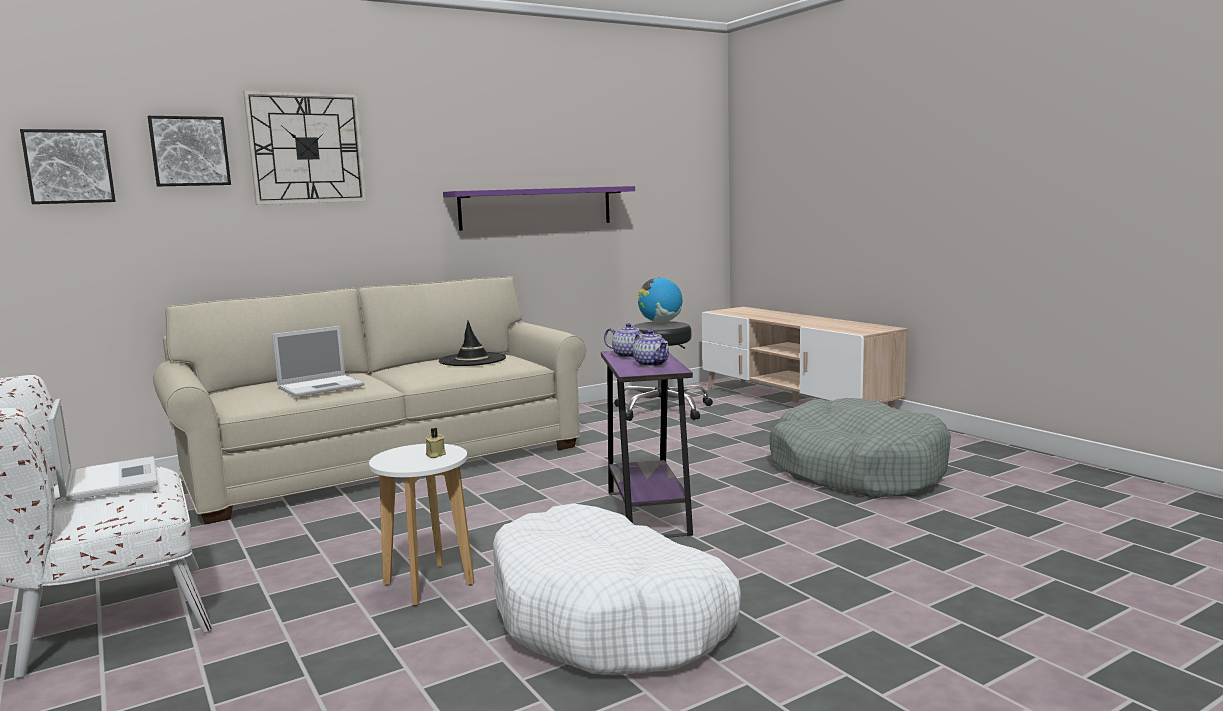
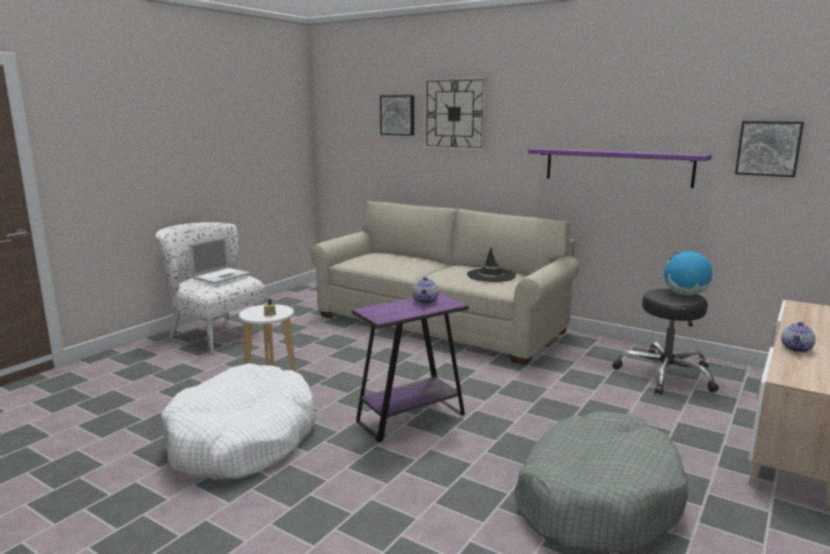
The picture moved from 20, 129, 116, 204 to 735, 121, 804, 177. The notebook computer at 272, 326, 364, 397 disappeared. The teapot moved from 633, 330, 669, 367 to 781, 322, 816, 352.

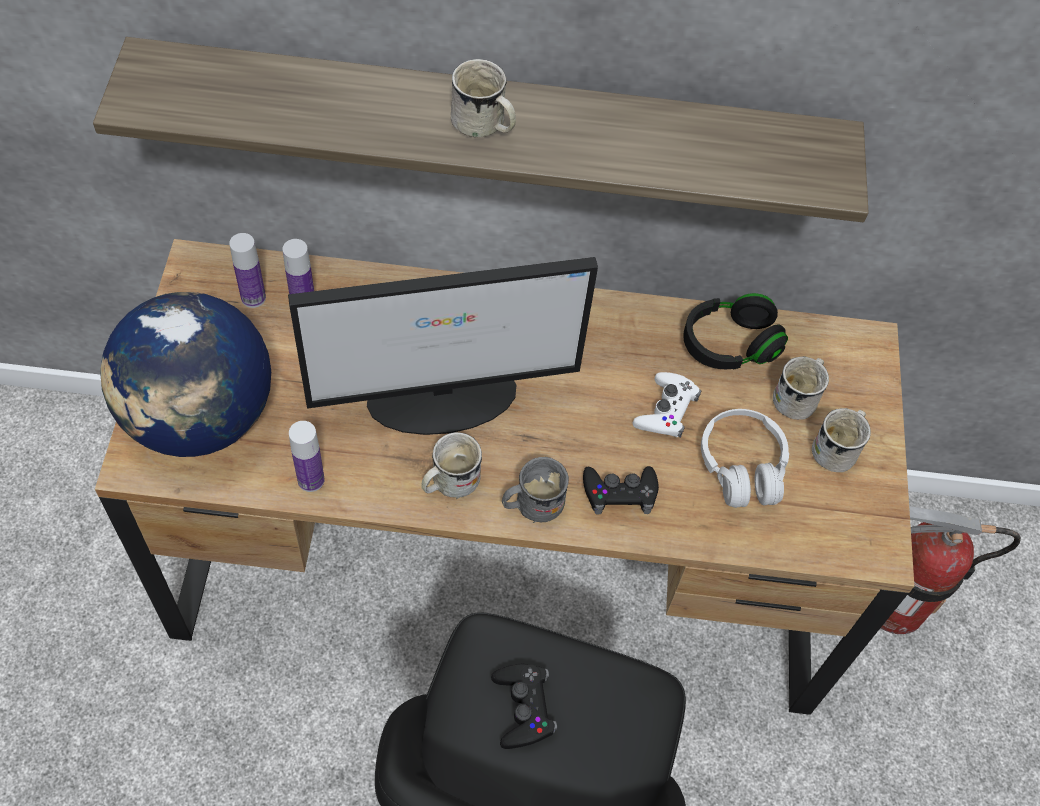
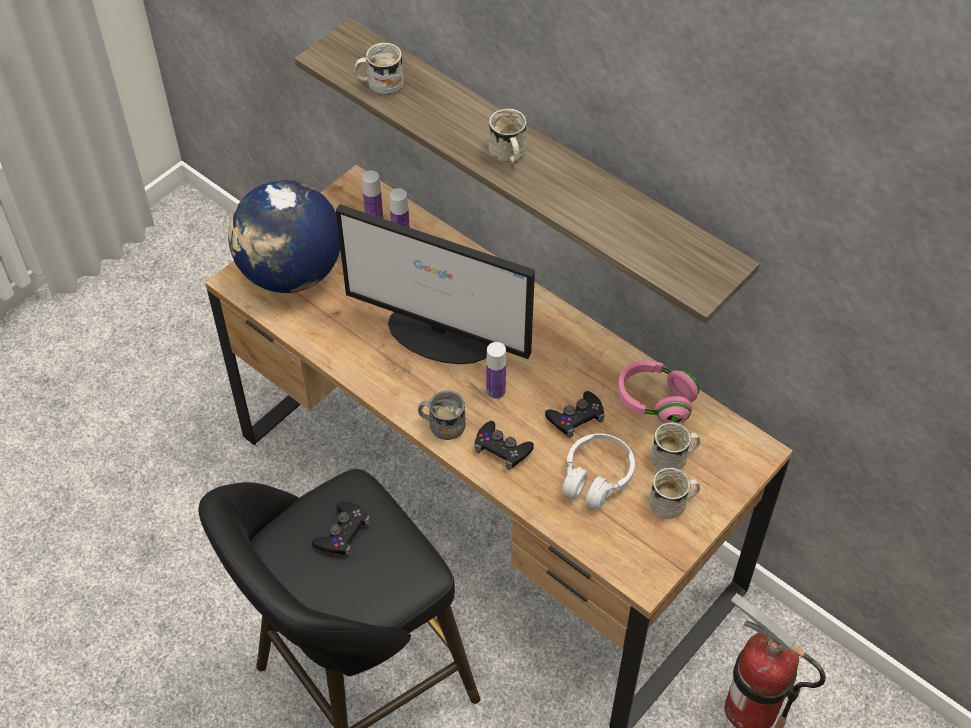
The drink bottle moved from 289, 421, 325, 492 to 486, 342, 506, 399. The white-coloured tea mug moved from 421, 432, 482, 499 to 354, 43, 404, 95. The white-coloured joypad at 632, 372, 701, 438 became the blackish joypad at 545, 391, 605, 438. The blackish headset at 683, 293, 788, 369 became the pink headset at 618, 361, 700, 424.

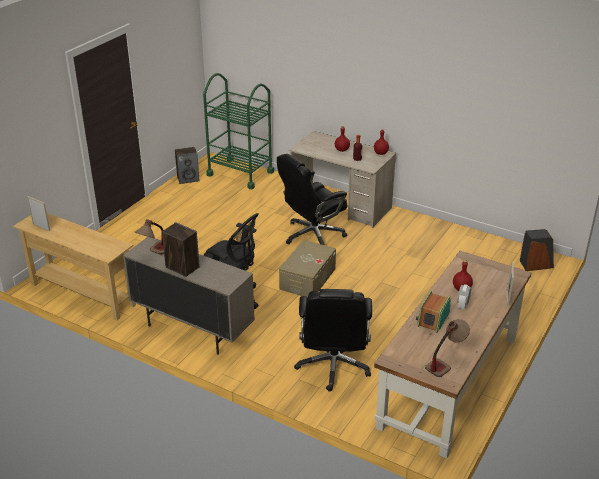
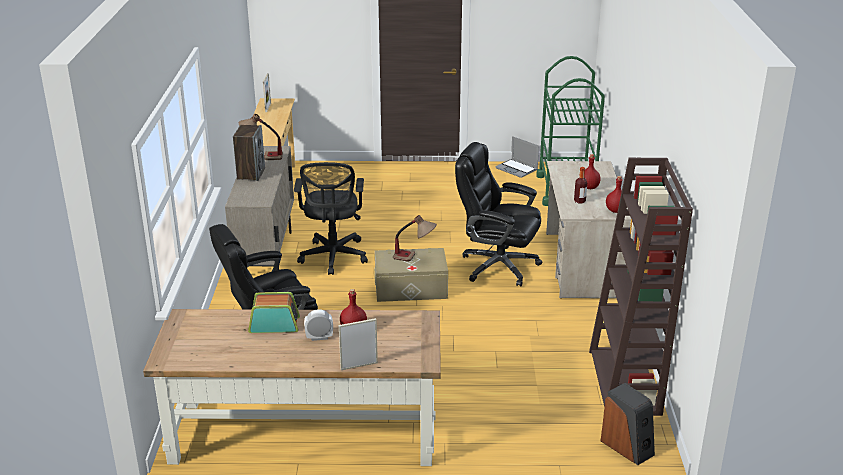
The audio speaker at 175, 147, 199, 184 was replaced by the notebook computer at 496, 136, 539, 178. The tabletop lamp moved from 425, 319, 470, 377 to 393, 215, 437, 262. The brown shelving unit at 589, 158, 693, 416 appeared.

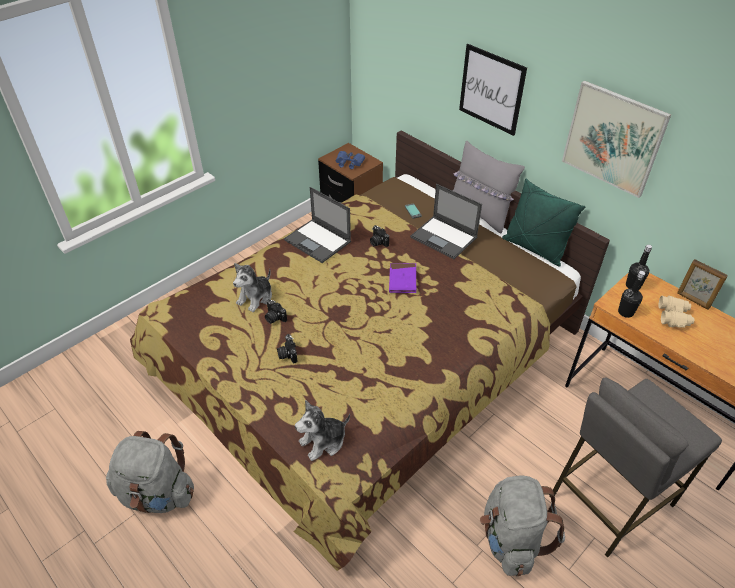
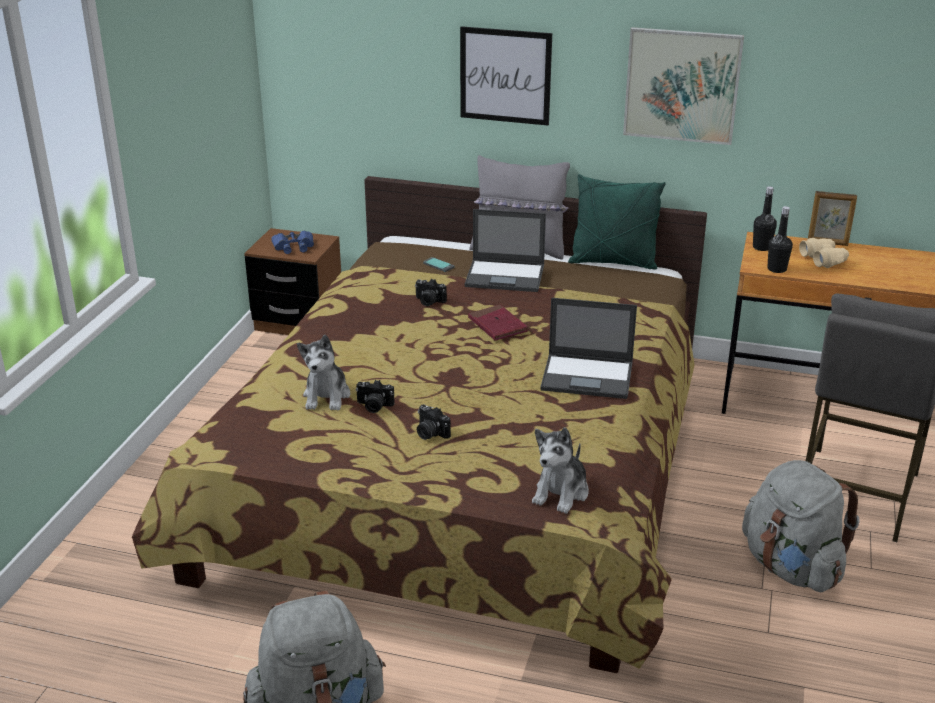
The notebook computer moved from 284, 187, 351, 263 to 540, 298, 637, 399. The purple-coloured bound book at 389, 263, 416, 293 became the red bound book at 468, 304, 528, 341.

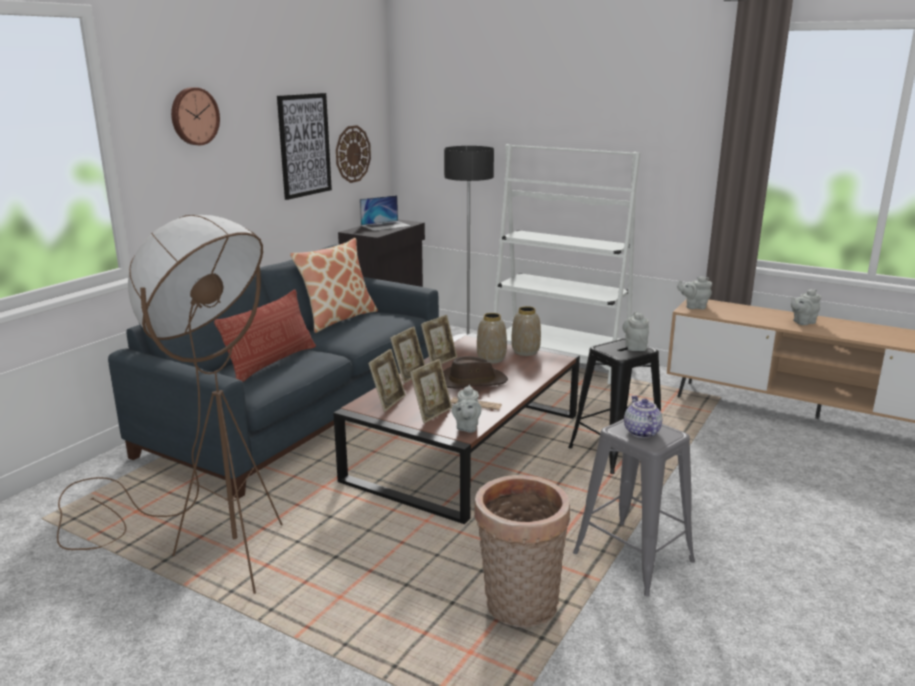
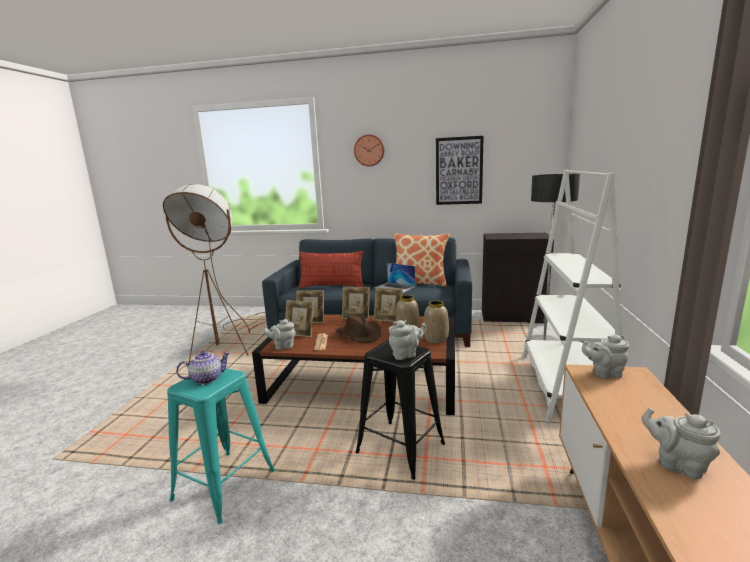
The hanging clock at 336, 125, 371, 183 disappeared. The notebook computer moved from 360, 195, 411, 231 to 375, 263, 415, 293. The basket at 474, 475, 570, 628 disappeared. The grey stool seat at 573, 419, 695, 596 became the blue-green stool seat at 167, 368, 275, 524. The grey teapot at 677, 276, 712, 309 turned 75 degrees counterclockwise.

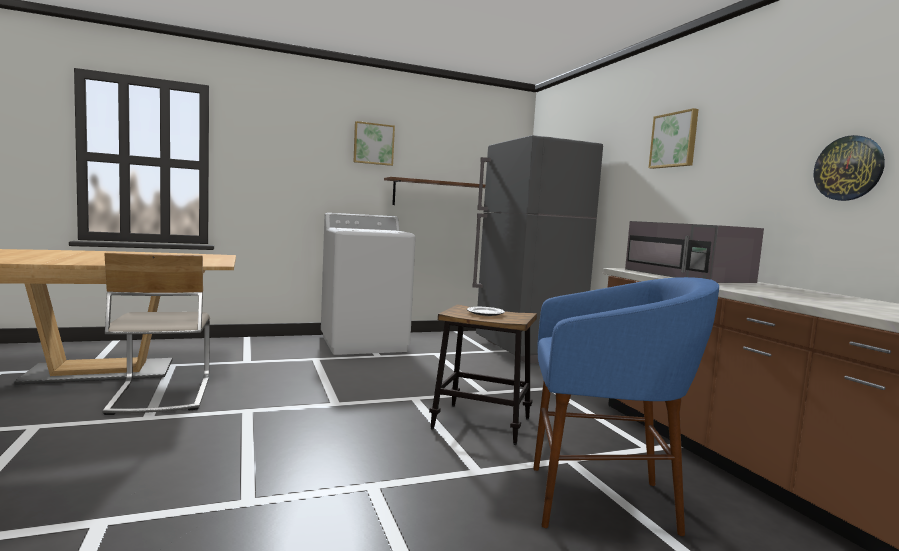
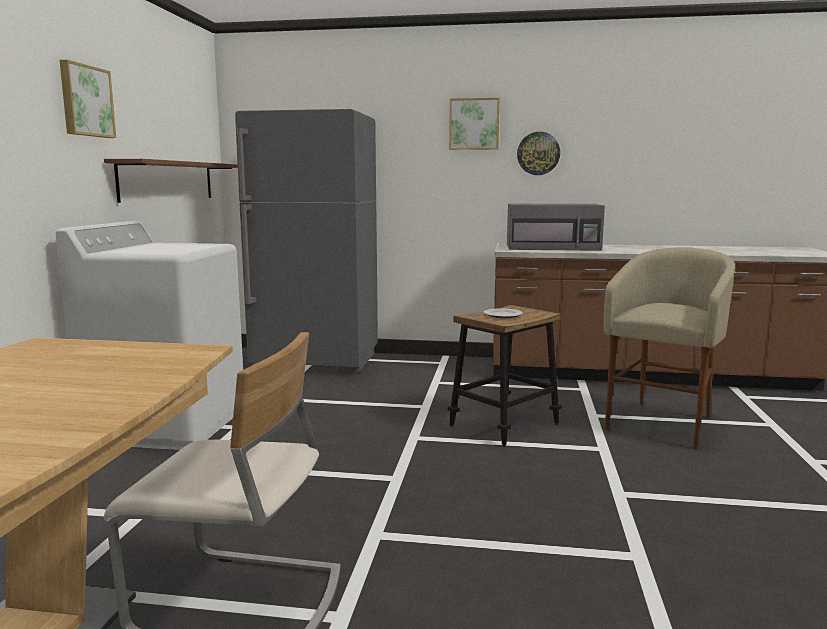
The blue-coloured stool seat at 533, 277, 719, 536 became the beige-coloured stool seat at 603, 247, 735, 449. The hanging clock moved from 814, 135, 885, 201 to 517, 132, 560, 175.

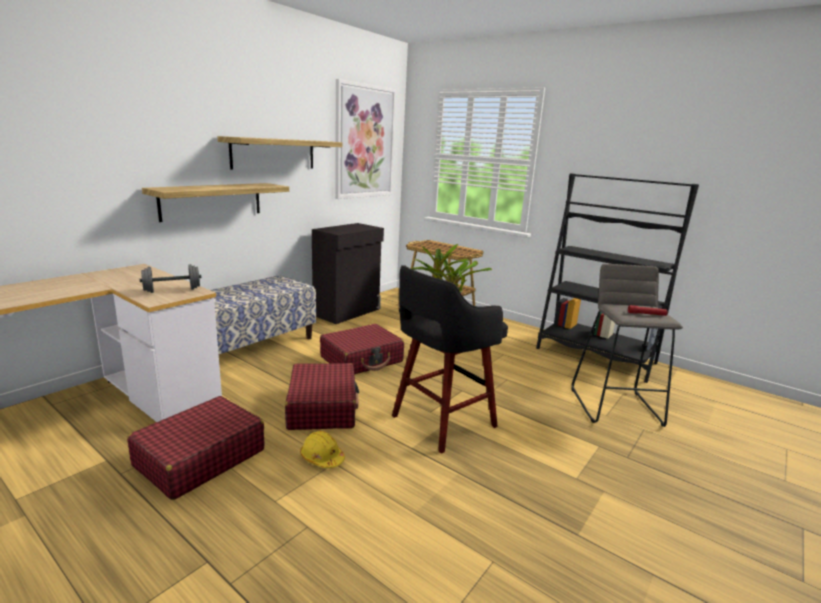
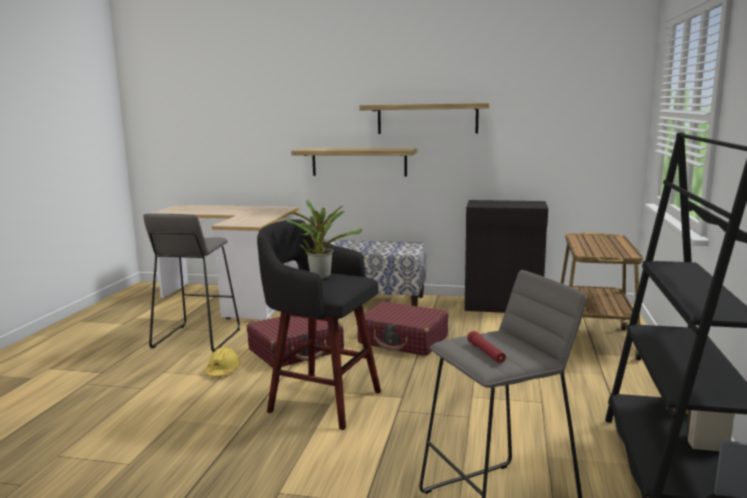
The red piece of luggage at 127, 396, 265, 500 was replaced by the grey stool seat at 143, 214, 240, 352. The grey hand weight at 140, 264, 201, 293 disappeared. The picture at 335, 79, 396, 199 disappeared.

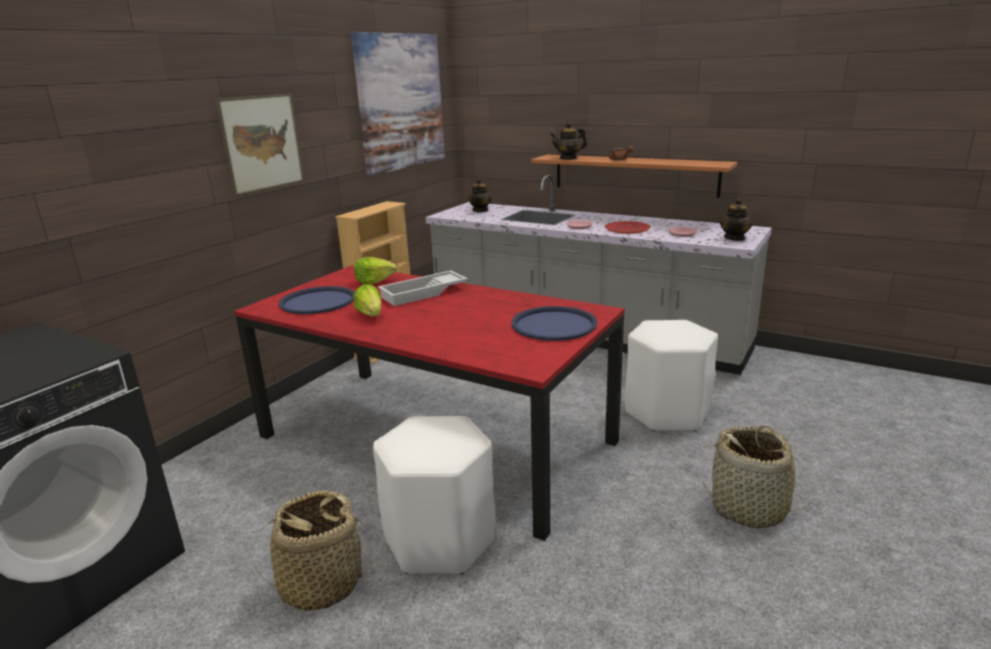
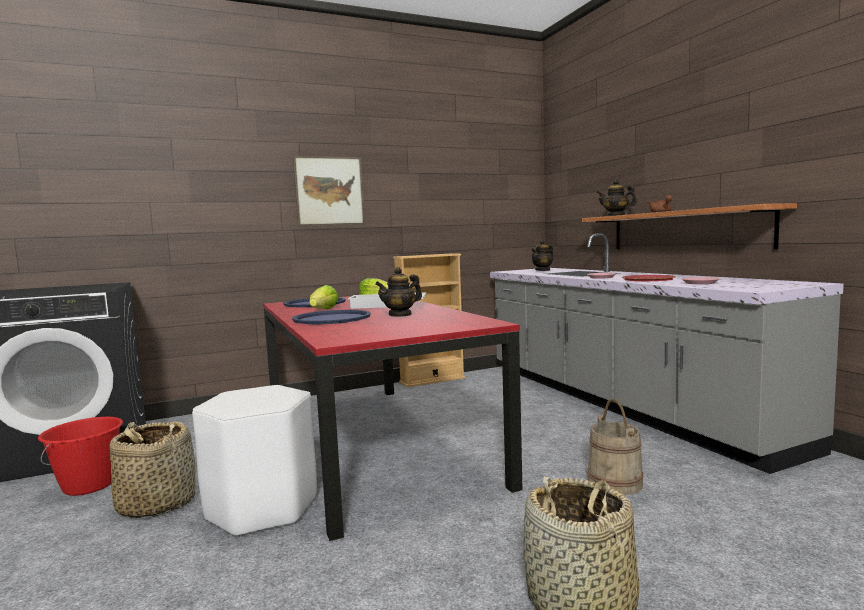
The picture at 351, 32, 445, 176 disappeared. The blue-coloured serving tray moved from 511, 306, 597, 341 to 292, 310, 371, 324. The white-coloured stool seat at 625, 320, 718, 431 was replaced by the beige-coloured water bucket at 587, 399, 644, 495. The teapot moved from 720, 198, 753, 241 to 375, 267, 422, 317. The red water bucket at 38, 417, 123, 496 appeared.

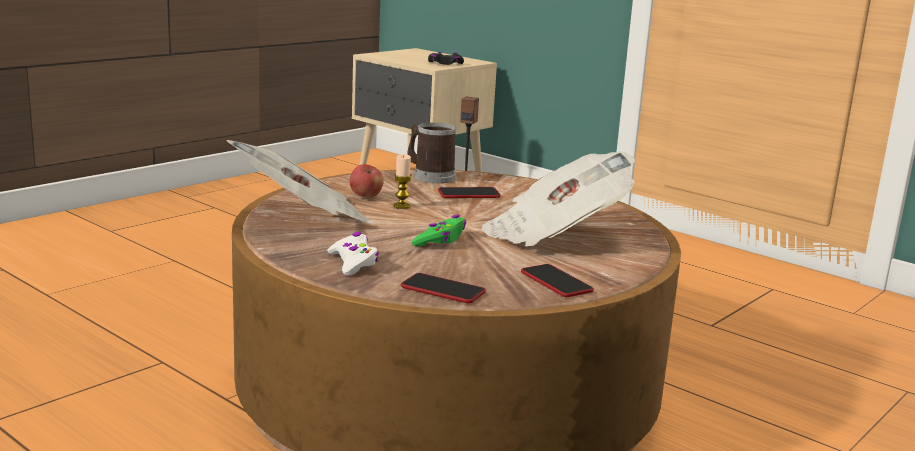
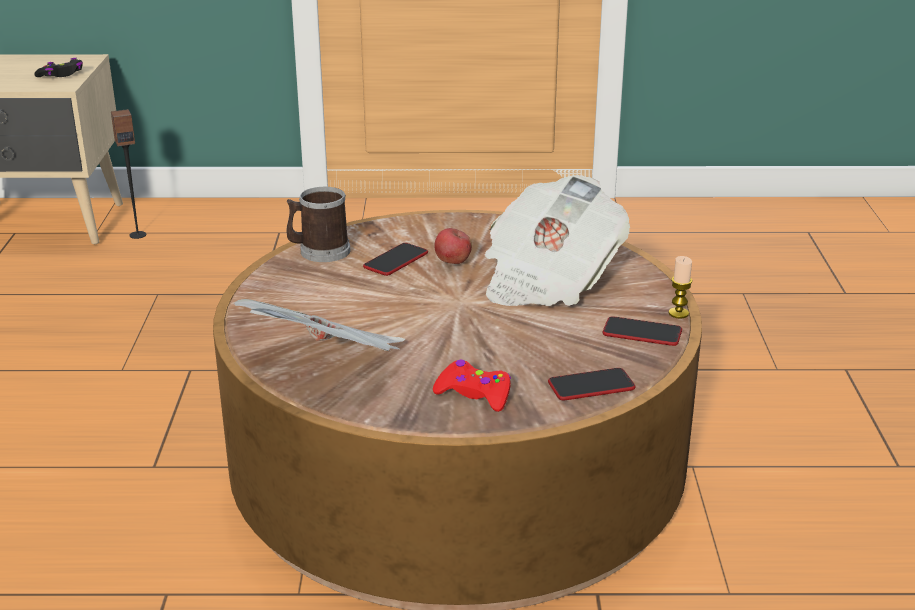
The white-coloured joypad at 327, 232, 379, 275 became the red joypad at 433, 360, 511, 412. The apple fruit moved from 350, 164, 384, 198 to 434, 228, 472, 264. The wax light moved from 393, 154, 412, 209 to 669, 256, 693, 318. The green joypad at 412, 215, 466, 246 disappeared.

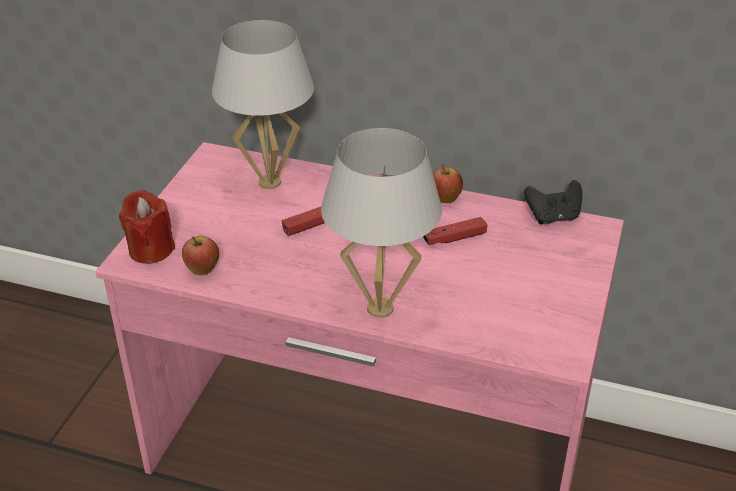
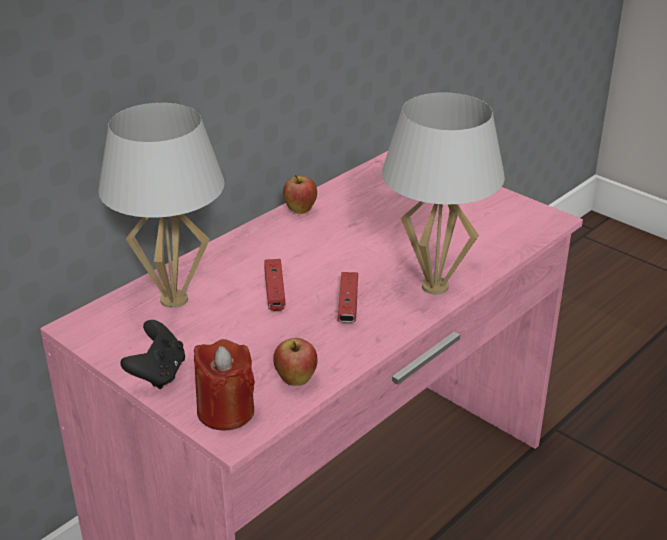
The red joypad moved from 423, 217, 487, 245 to 338, 272, 358, 323. The blackish joypad moved from 524, 180, 582, 225 to 120, 320, 185, 389.

